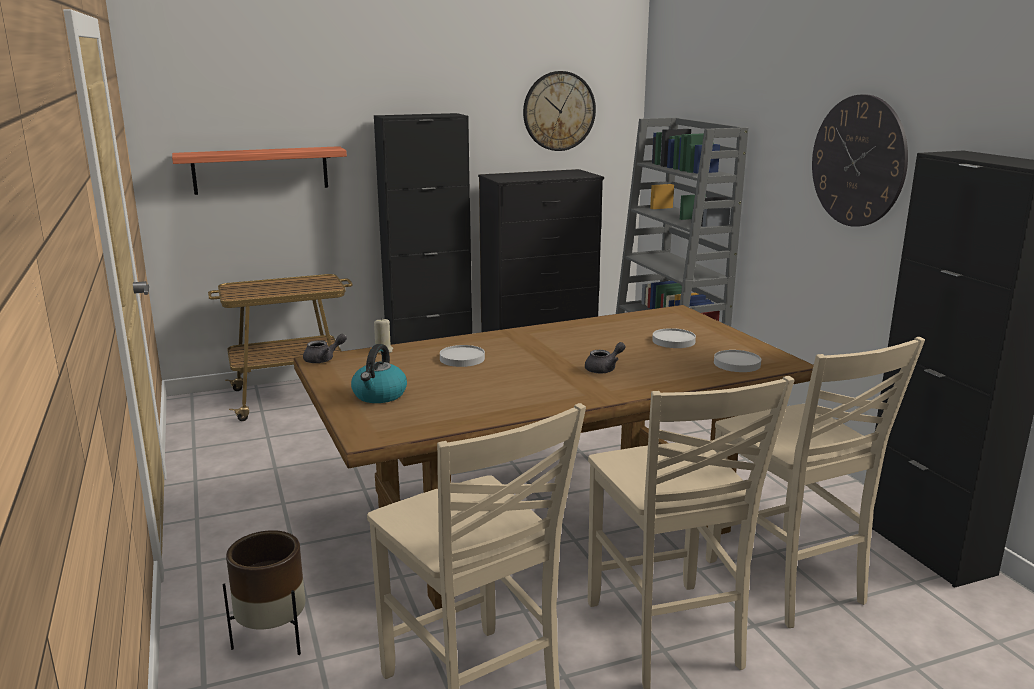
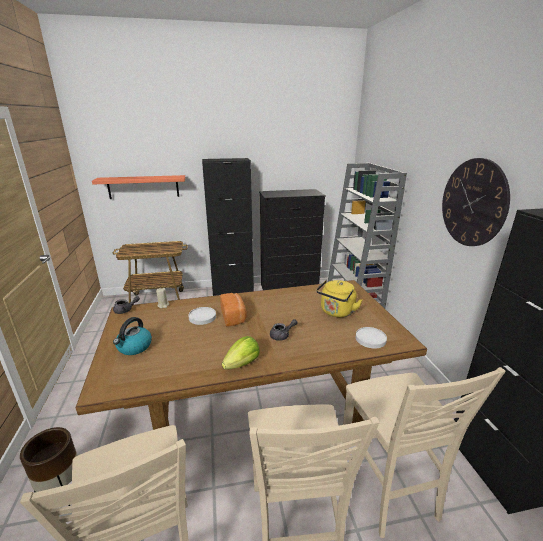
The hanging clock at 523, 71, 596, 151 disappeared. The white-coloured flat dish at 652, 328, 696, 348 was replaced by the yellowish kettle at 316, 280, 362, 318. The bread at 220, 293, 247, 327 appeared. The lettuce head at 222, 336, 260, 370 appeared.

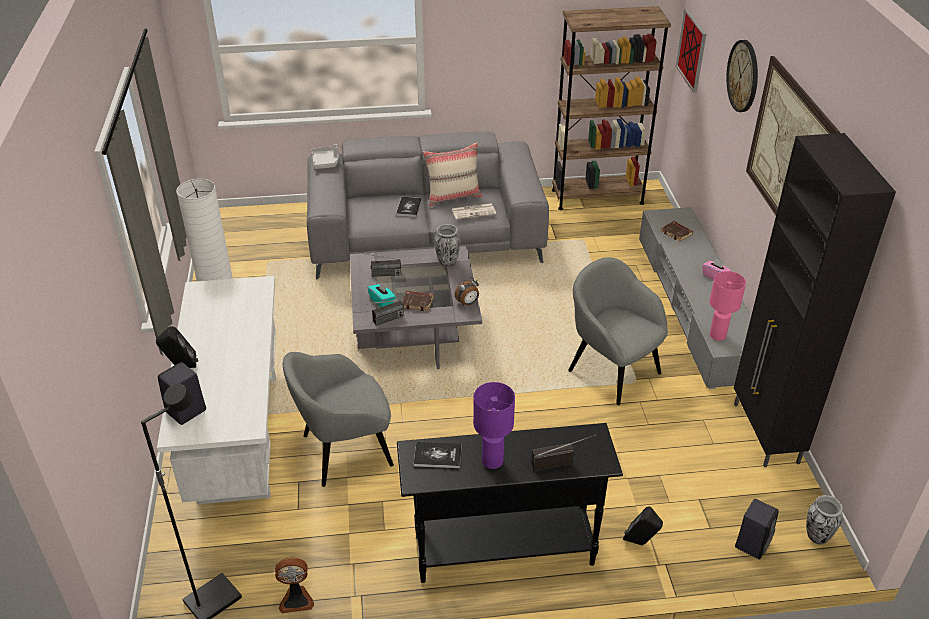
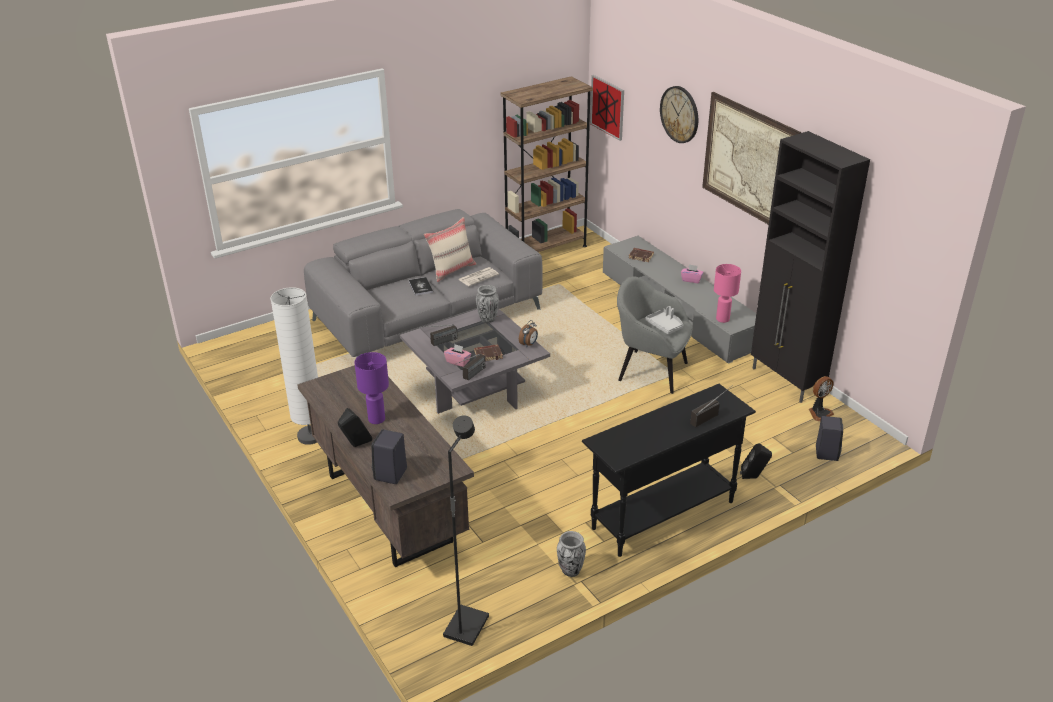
The white-coloured desk table at 157, 276, 276, 505 became the brown desk table at 297, 365, 474, 567. The electric fan moved from 275, 558, 314, 613 to 809, 376, 834, 422. The grey lounge chair at 283, 352, 394, 487 disappeared. The grey serving tray moved from 311, 144, 339, 169 to 645, 306, 683, 334. The blue-green tissue box at 368, 282, 396, 307 became the pink tissue box at 444, 344, 471, 367. The bound book at 414, 442, 462, 468 disappeared. The purple-coloured tabletop lamp moved from 473, 382, 515, 469 to 354, 352, 389, 424. The decorative vase moved from 806, 495, 843, 545 to 557, 531, 586, 577.

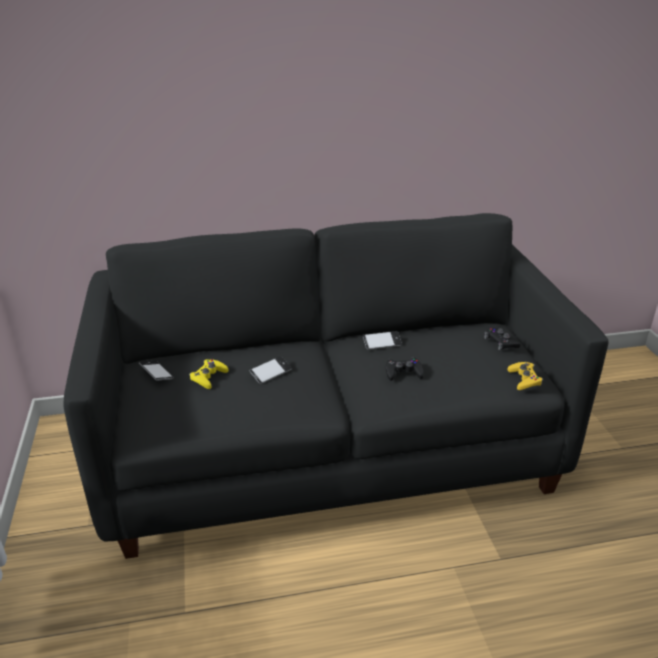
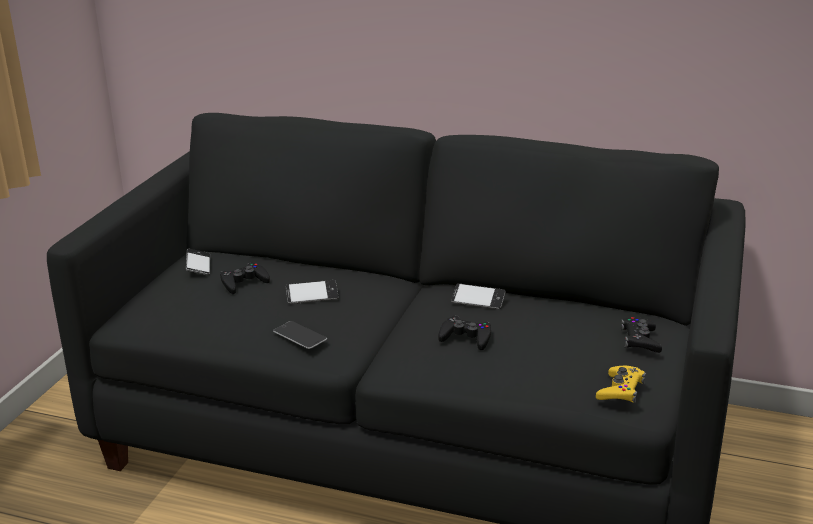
The yellowish joypad at 189, 359, 229, 389 became the blackish joypad at 220, 263, 270, 294. The phone at 273, 321, 327, 349 appeared.

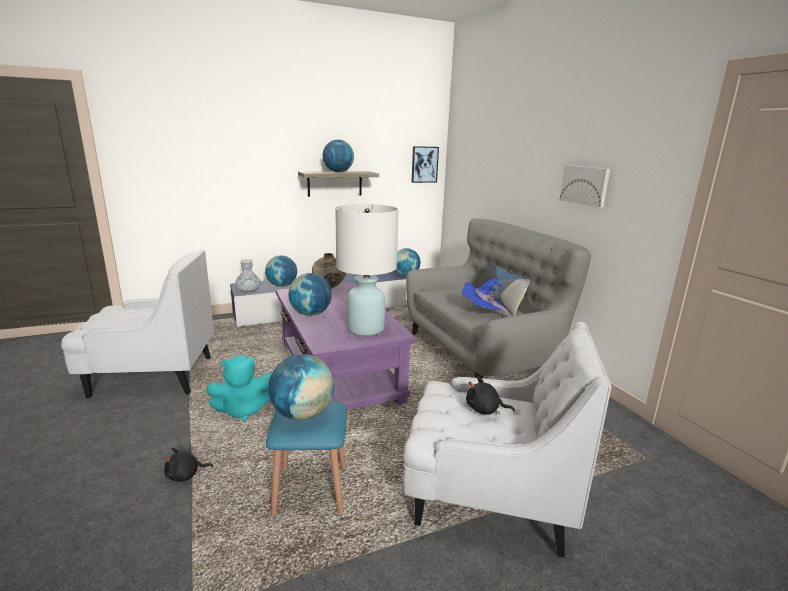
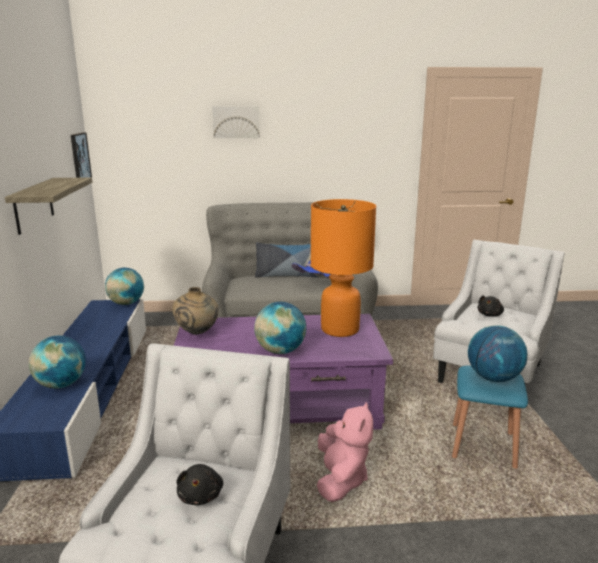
The blackish soft toy moved from 164, 448, 214, 482 to 177, 464, 223, 505. The blue-green soft toy at 206, 355, 271, 421 became the pink soft toy at 317, 402, 373, 502. The decorative vase at 236, 259, 260, 294 disappeared. The desk globe at 323, 140, 354, 172 disappeared. The white-coloured tabletop lamp at 335, 204, 399, 336 became the orange-coloured tabletop lamp at 310, 199, 376, 337. The picture moved from 560, 165, 610, 208 to 212, 106, 260, 138.

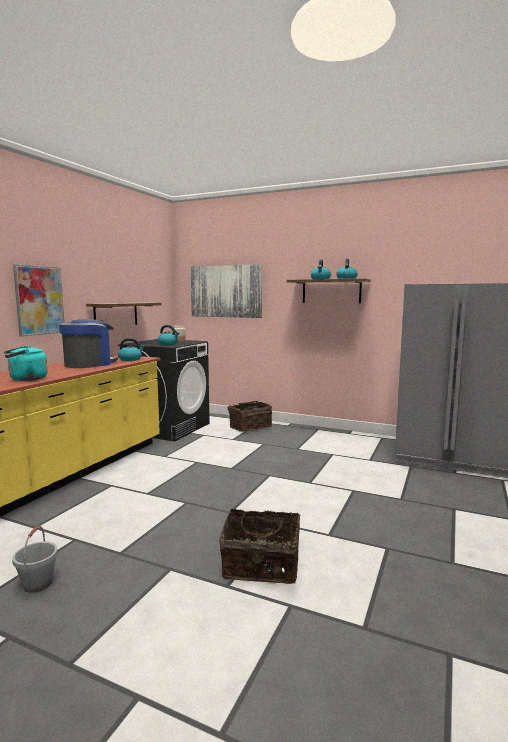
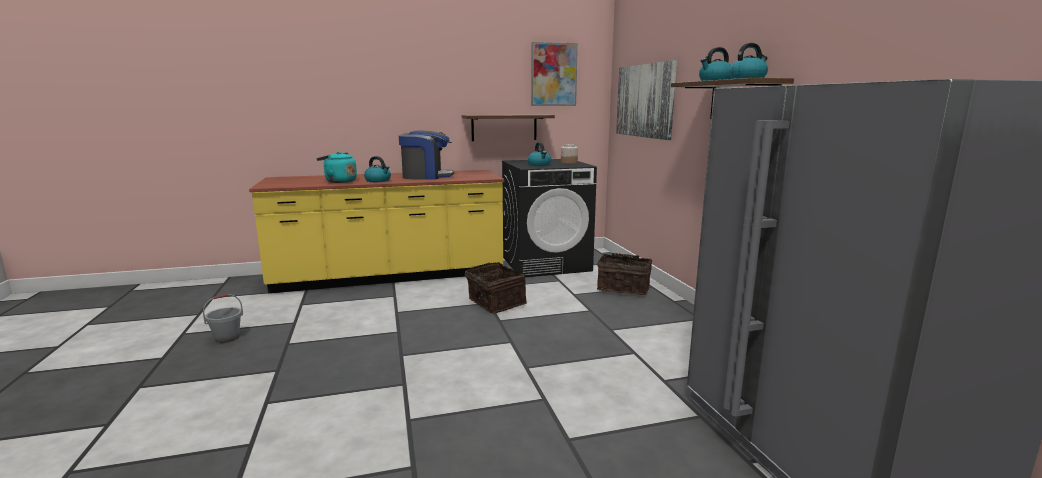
The picture moved from 13, 265, 65, 337 to 531, 42, 578, 106. The kettle moved from 118, 338, 145, 361 to 364, 156, 391, 182. The basket moved from 219, 509, 300, 584 to 465, 262, 527, 314.

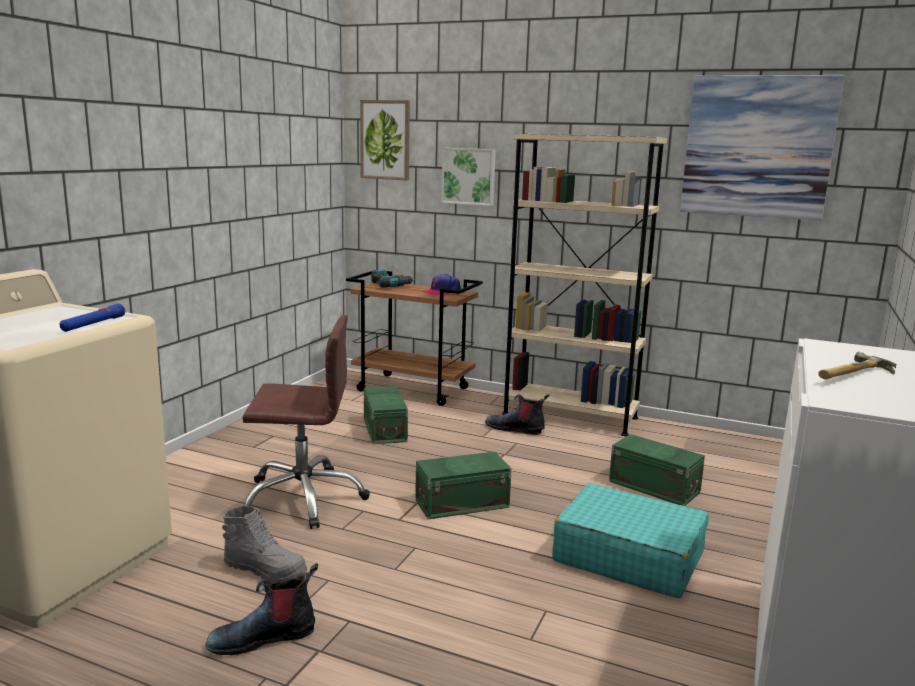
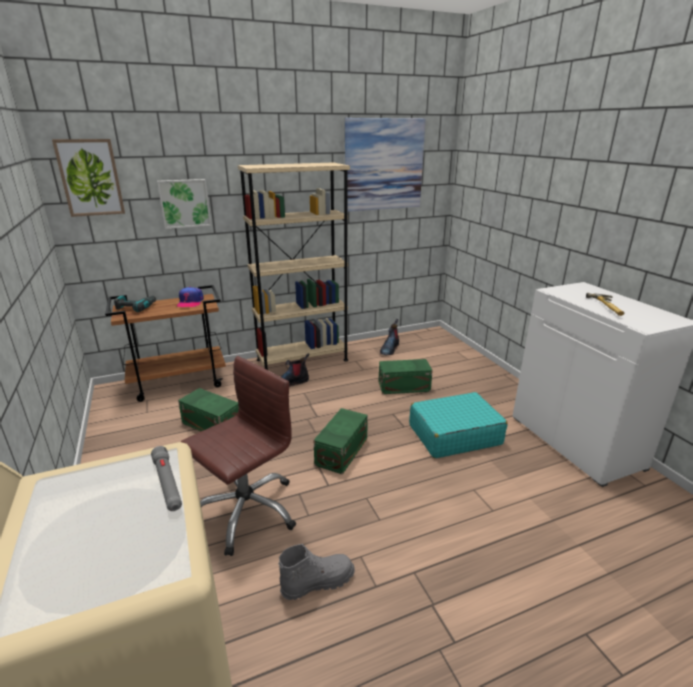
The blue-coloured flashlight at 60, 304, 125, 332 became the grey flashlight at 151, 446, 182, 511. The tall boot moved from 205, 563, 318, 655 to 380, 319, 399, 355.

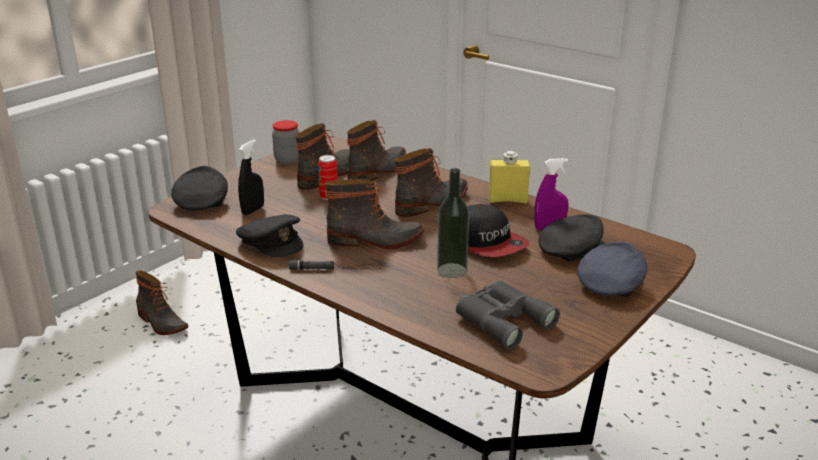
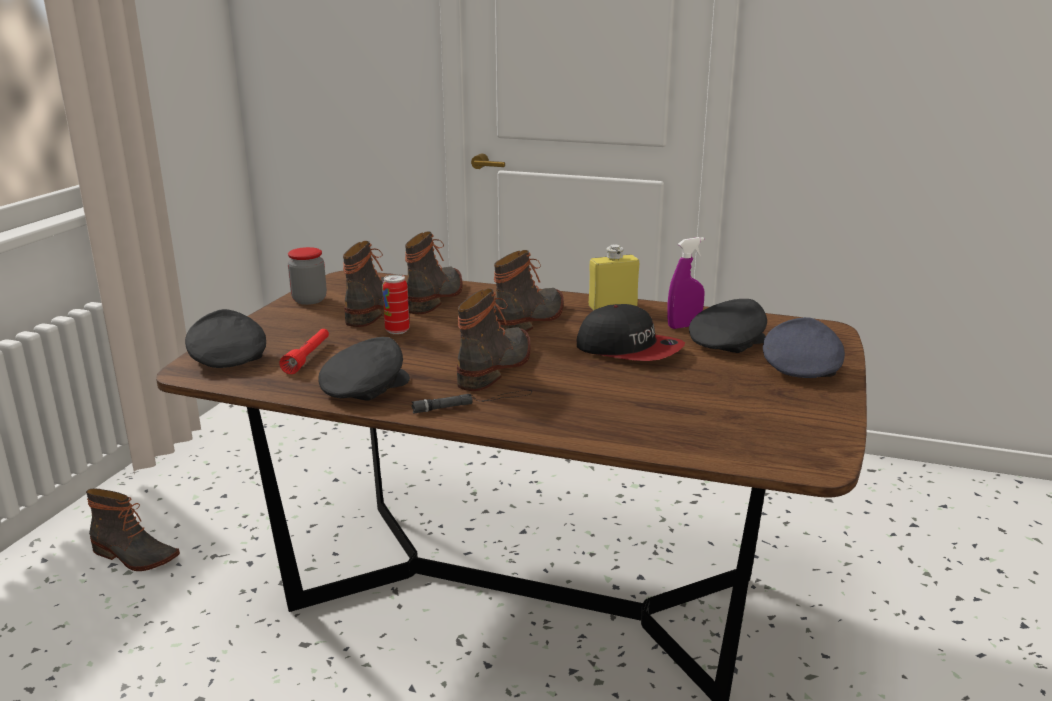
The blackish cap at 236, 214, 303, 257 turned 75 degrees counterclockwise. The blackish spray bottle at 238, 140, 264, 215 was replaced by the red flashlight at 280, 329, 329, 374. The tall boot at 325, 179, 424, 249 turned 45 degrees counterclockwise. The drink bottle at 437, 168, 469, 278 disappeared. The grey pair of binoculars at 456, 281, 560, 349 disappeared.

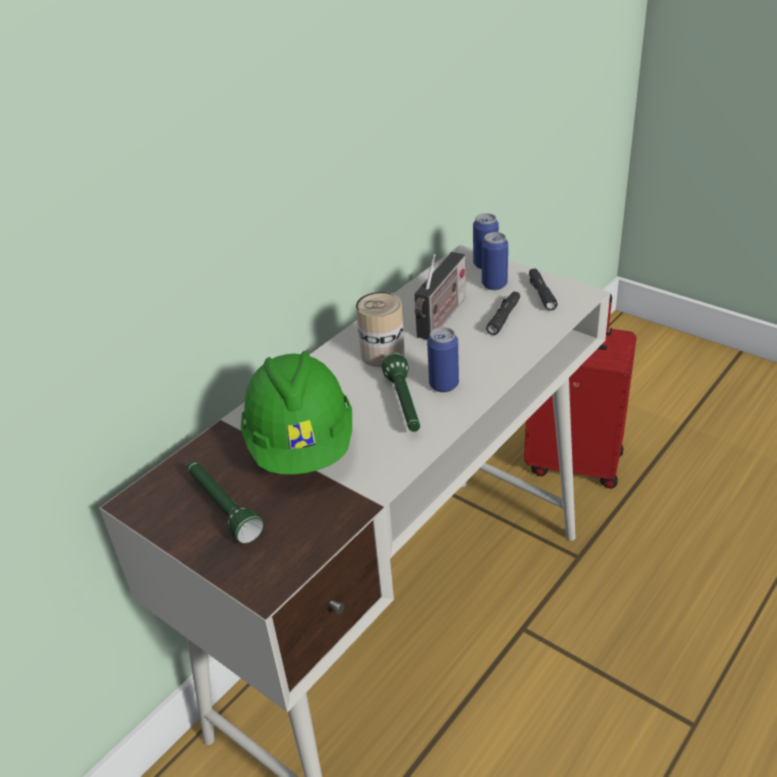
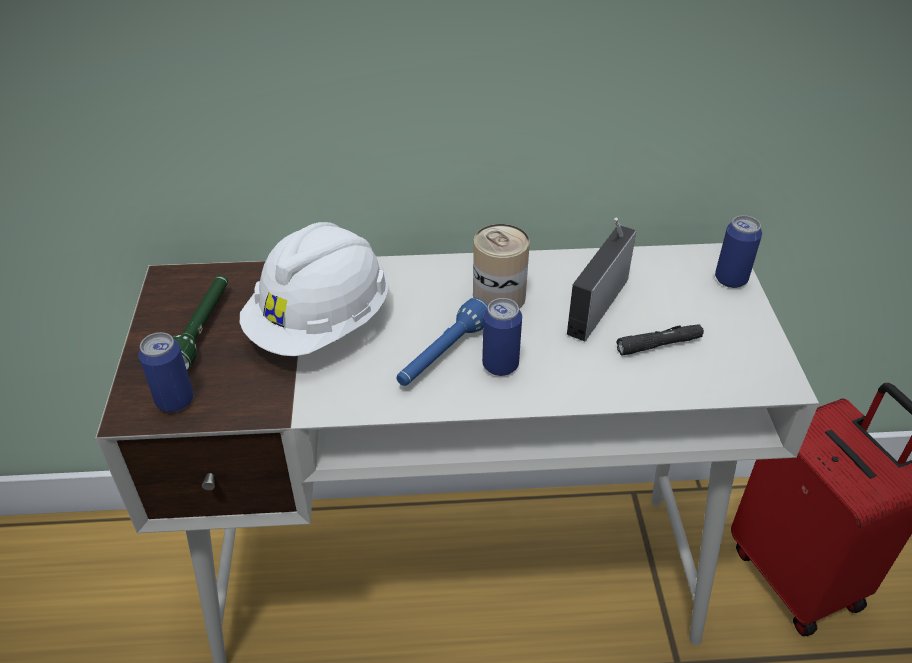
The green safety helmet at 241, 351, 352, 475 became the white-coloured safety helmet at 240, 222, 389, 356. The green flashlight at 381, 353, 420, 432 became the blue-coloured flashlight at 397, 298, 488, 386. The radio set at 414, 252, 466, 340 turned 135 degrees clockwise. The metal can moved from 482, 232, 508, 290 to 138, 332, 194, 412. The blackish flashlight at 529, 268, 558, 311 disappeared.

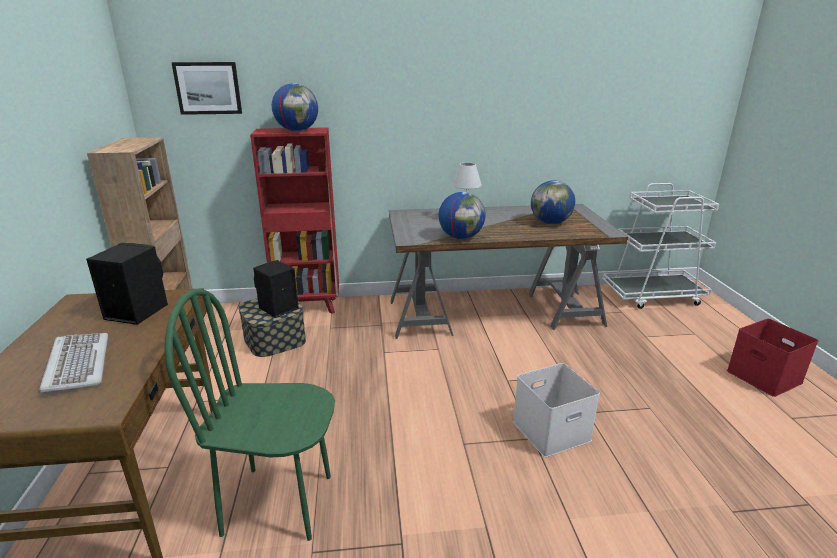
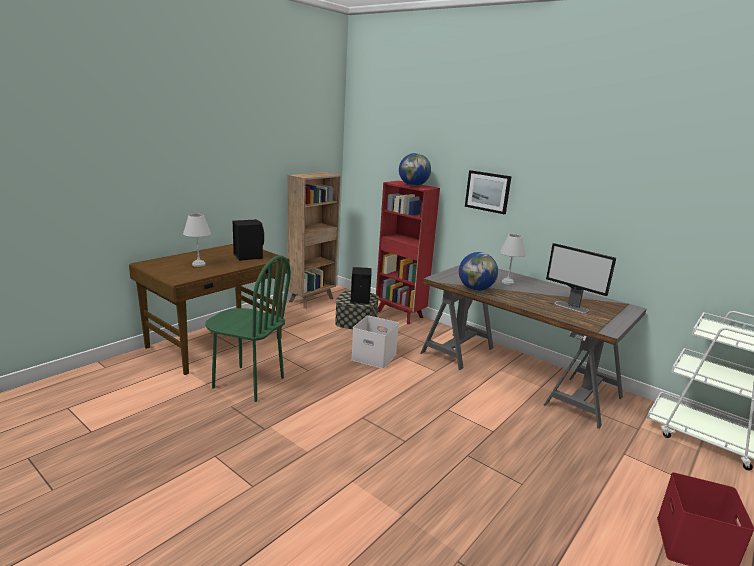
The computer keyboard at 39, 333, 108, 393 was replaced by the white-coloured tabletop lamp at 183, 214, 211, 267. The green plain chair at 165, 289, 335, 541 turned 150 degrees clockwise. The picture moved from 171, 62, 242, 115 to 465, 170, 512, 214. The white-coloured storage box moved from 513, 363, 600, 457 to 351, 315, 399, 369. The desk globe at 531, 180, 575, 224 was replaced by the computer screen at 546, 243, 616, 314.

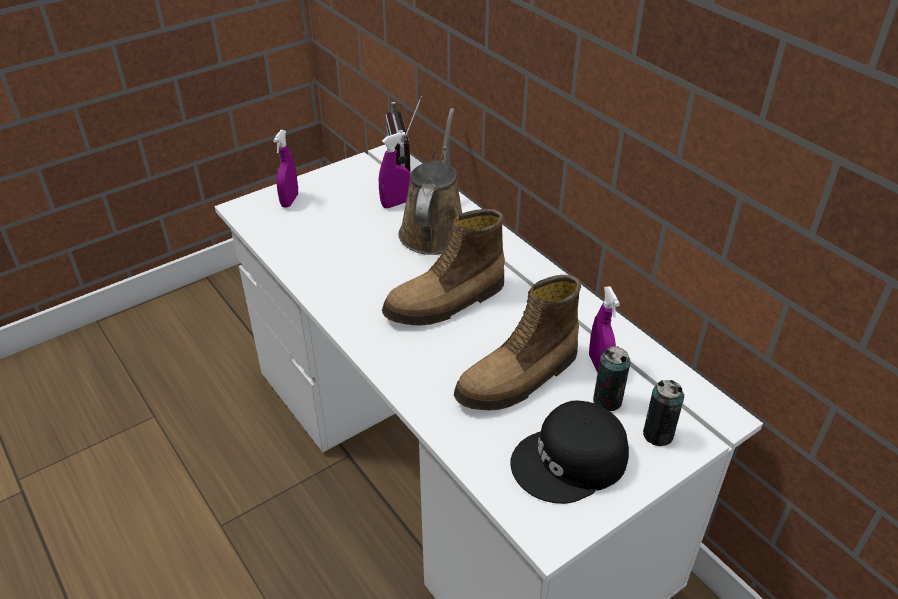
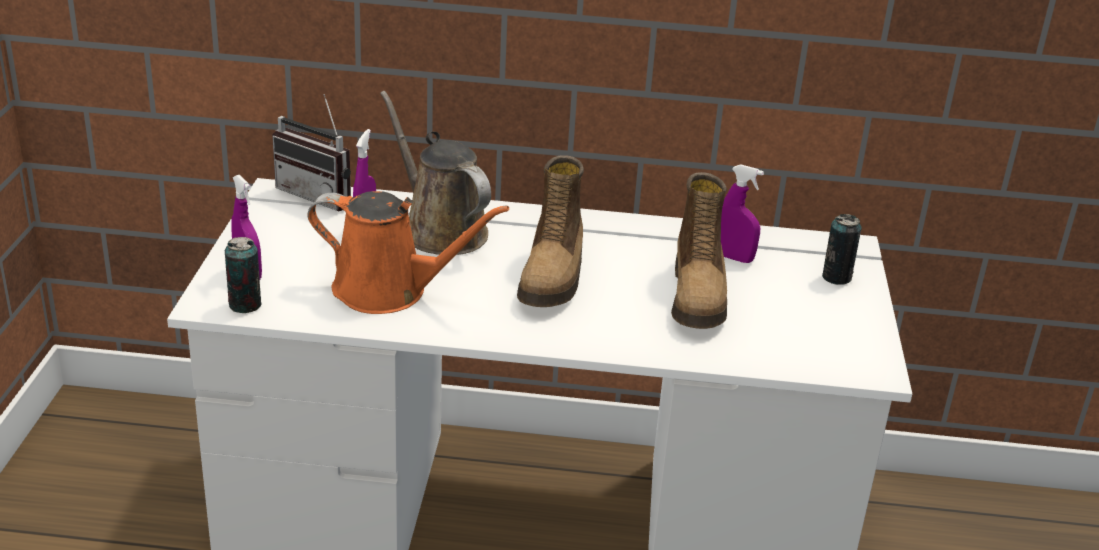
The blackish cap at 510, 400, 629, 504 disappeared. The metal can moved from 593, 346, 630, 411 to 225, 237, 261, 313. The orange-coloured watering pot at 307, 191, 509, 314 appeared.

